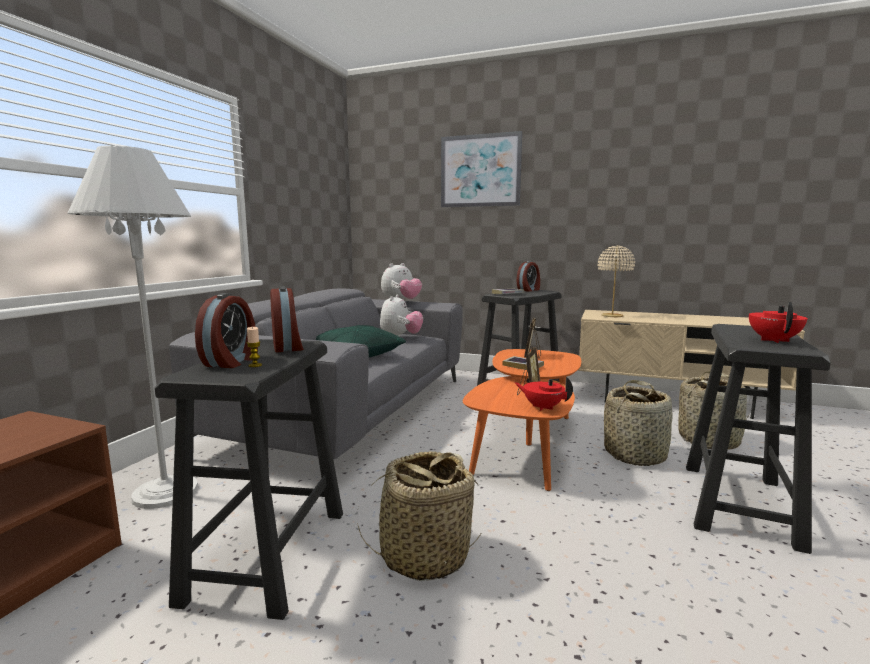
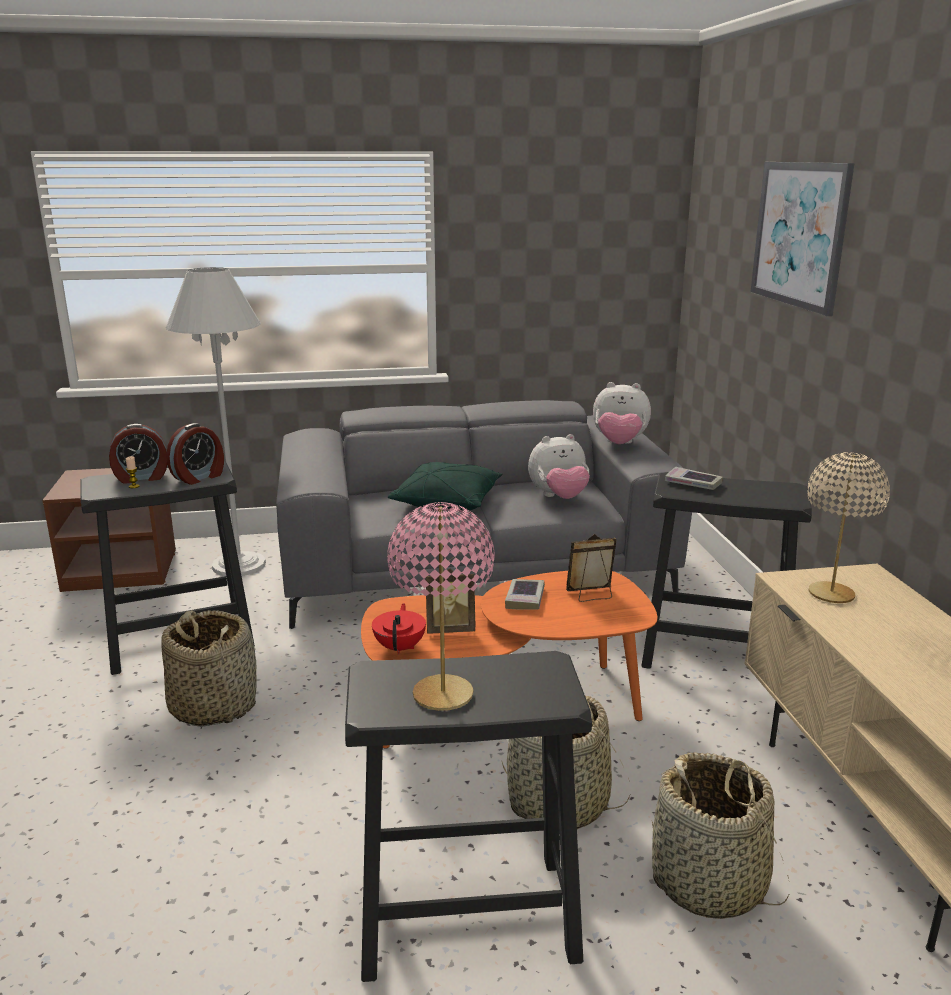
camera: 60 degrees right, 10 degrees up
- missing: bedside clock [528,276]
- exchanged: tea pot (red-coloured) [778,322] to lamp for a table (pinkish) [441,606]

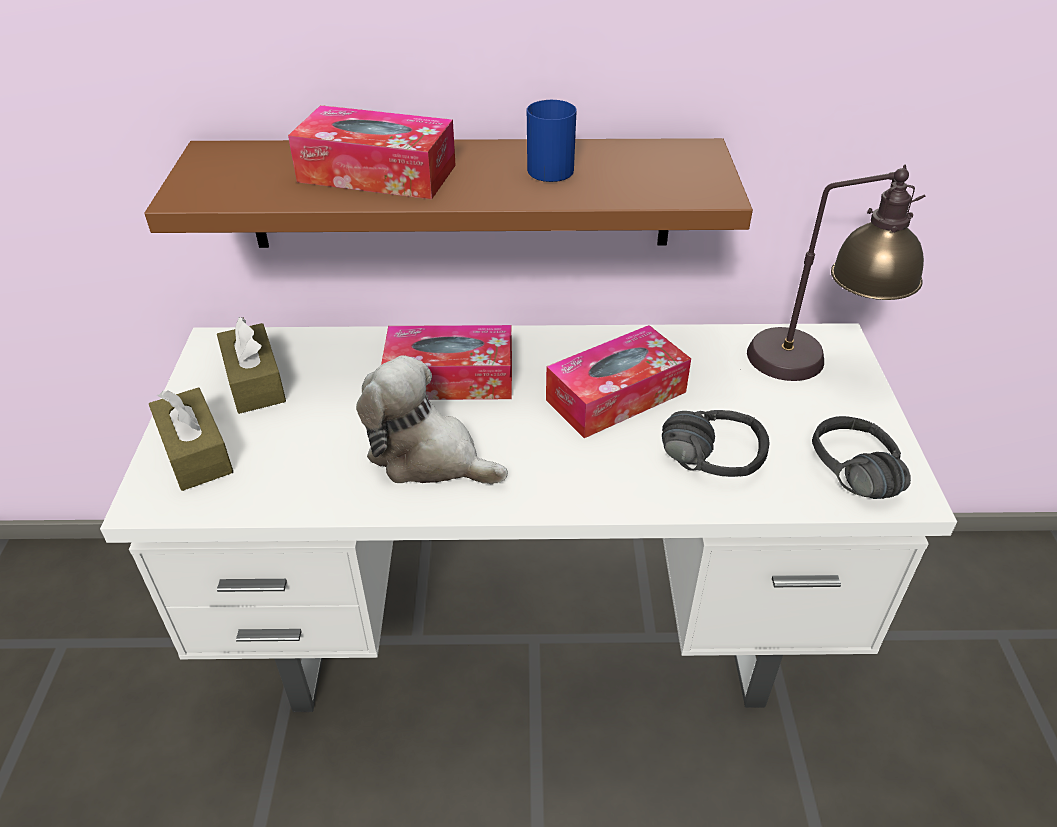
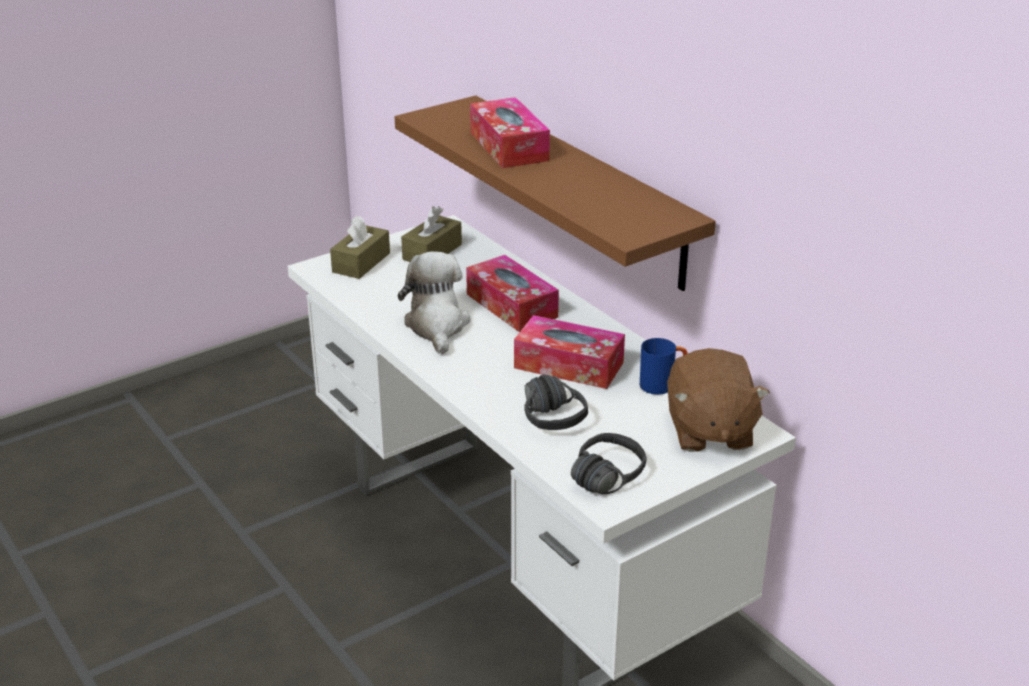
camera: 55 degrees right, 10 degrees down
- relocated: tea mug (bluish) [552,141] to [664,366]
- exchanged: lamp for a table [836,273] to plush toy (brownish) [718,400]

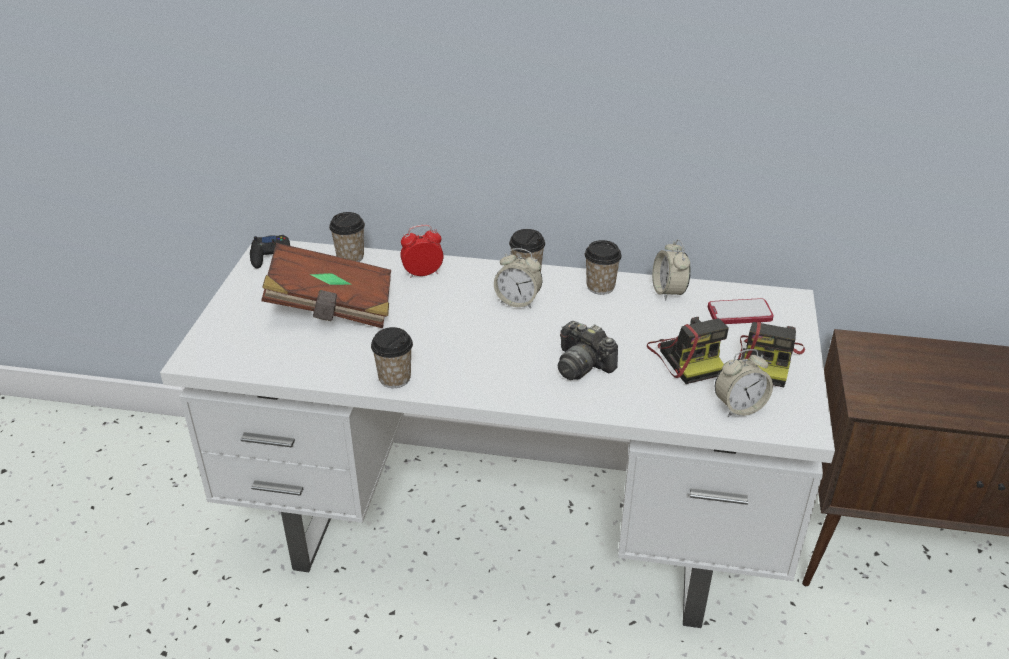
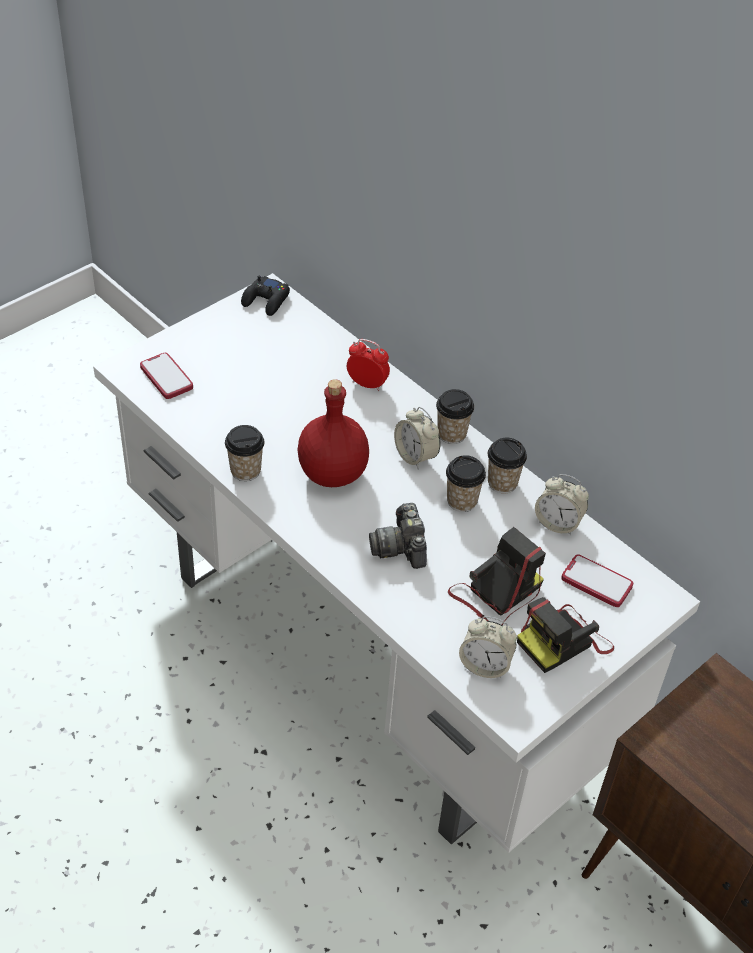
camera: 35 degrees right, 10 degrees up
- missing: volume (brownish) [326,286]
- appeared: phone [166,376]
- appeared: beverage bottle (red-coloured) [333,433]
- relocated: drinking cup [347,237] to [466,483]
- spun: still camera [688,350] = [497,576] 150 degrees counterclockwise
- spun: bedside clock [671,270] = [562,504] 90 degrees counterclockwise

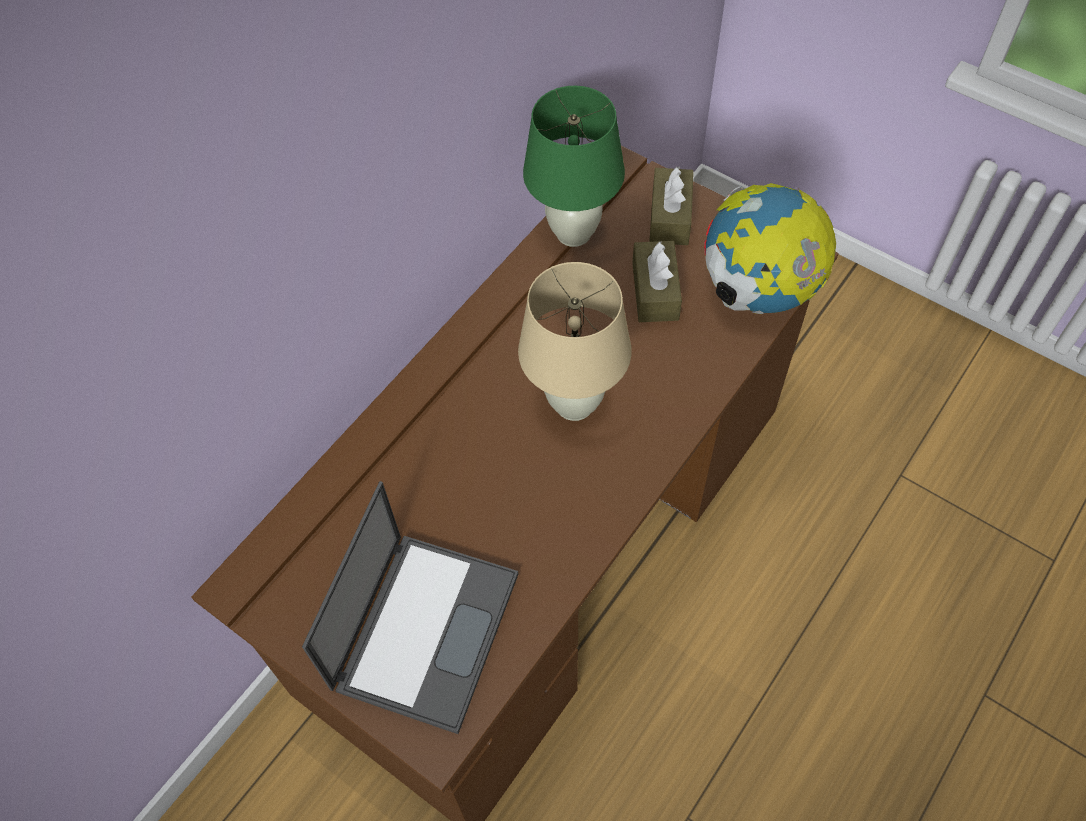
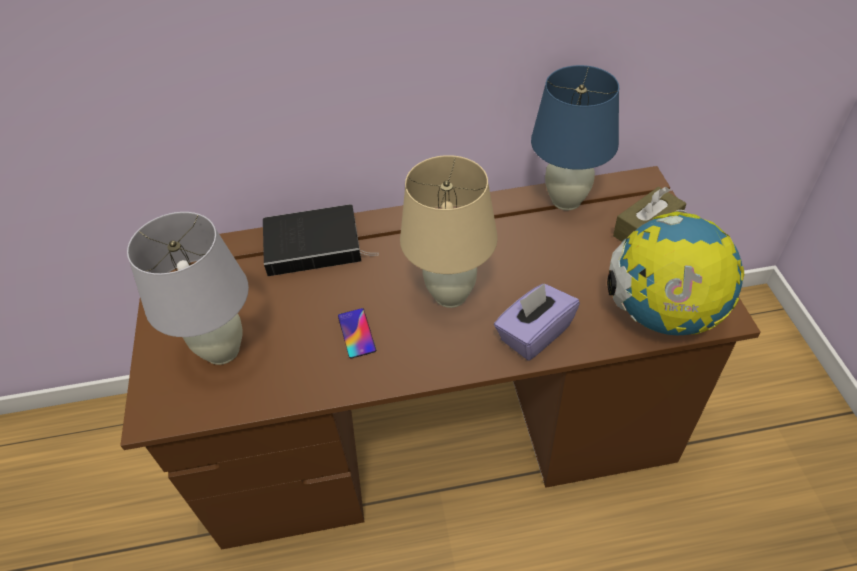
camera: 45 degrees right, 10 degrees down
- missing: tissue holder (brownish) [657,281]
- appeared: volume [321,240]
- appeared: phone [357,333]
- appeared: tissue holder (purple-coloured) [537,322]
- exchanged: notebook computer [410,607] to lamp for a table (white-coloured) [188,288]
- colour: lamp for a table (green) [574,166] to lamp for a table (bluish) [575,137]

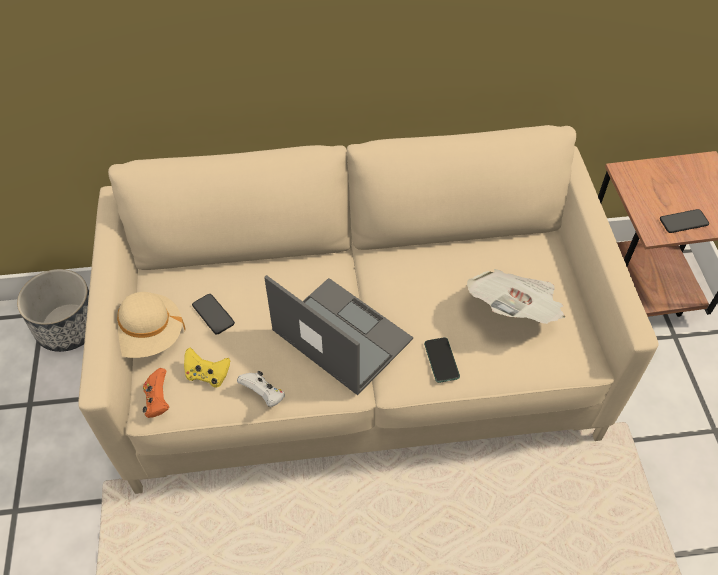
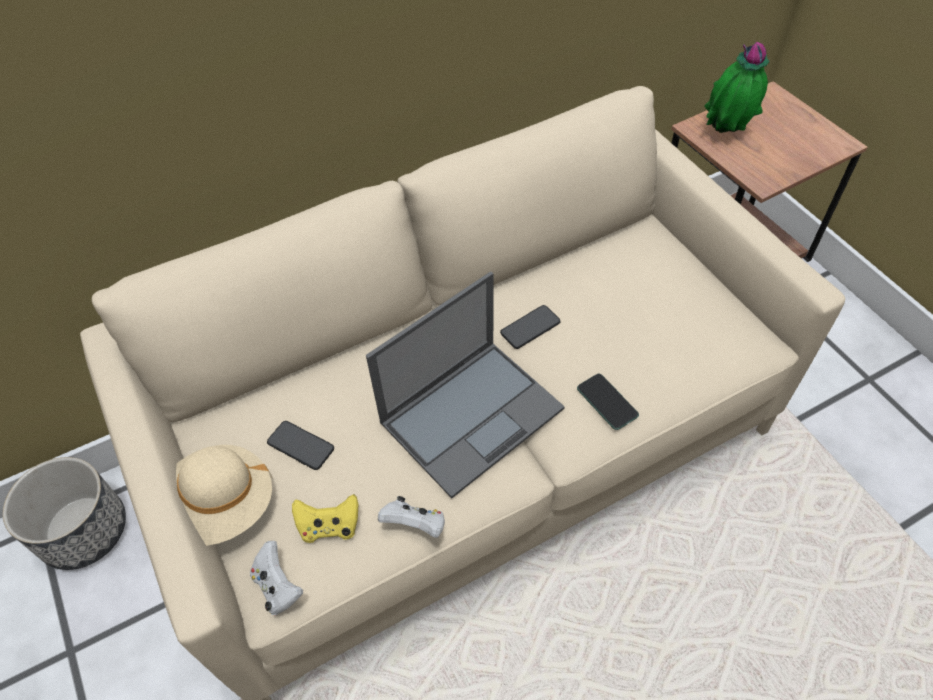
camera: 20 degrees left, 0 degrees up
- missing: newspaper [516,296]
- appeared: potted plant [736,87]
- relocated: phone [684,221] to [530,327]
- colour: gamepad (orangey) [156,393] to gamepad (white-coloured) [276,578]
- spun: notebook computer [338,335] = [465,384] 120 degrees clockwise

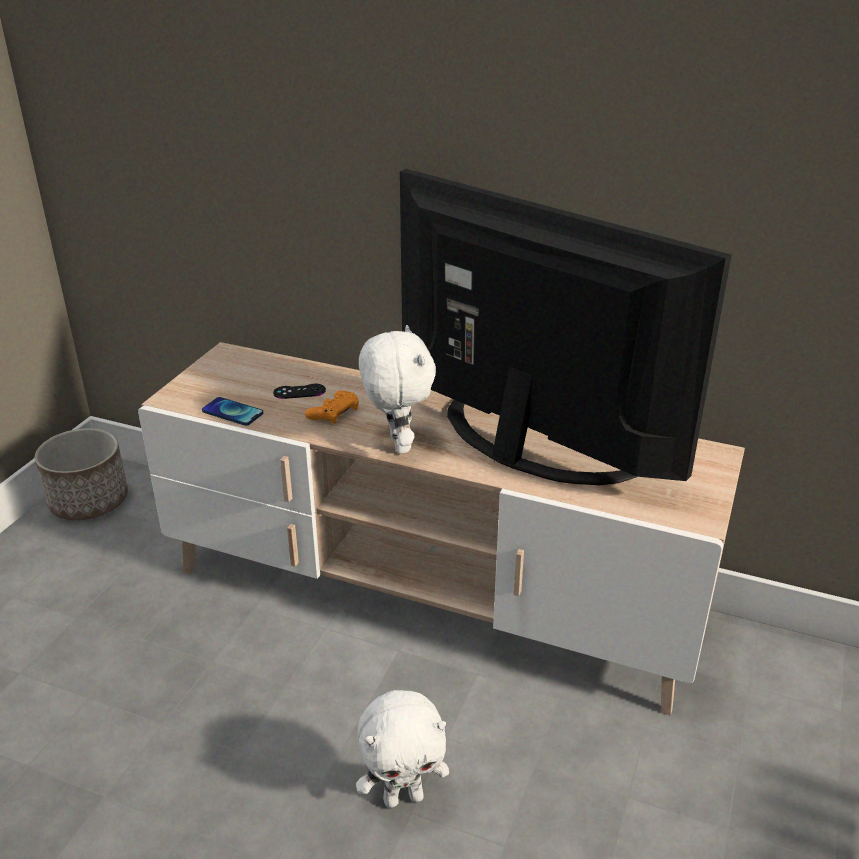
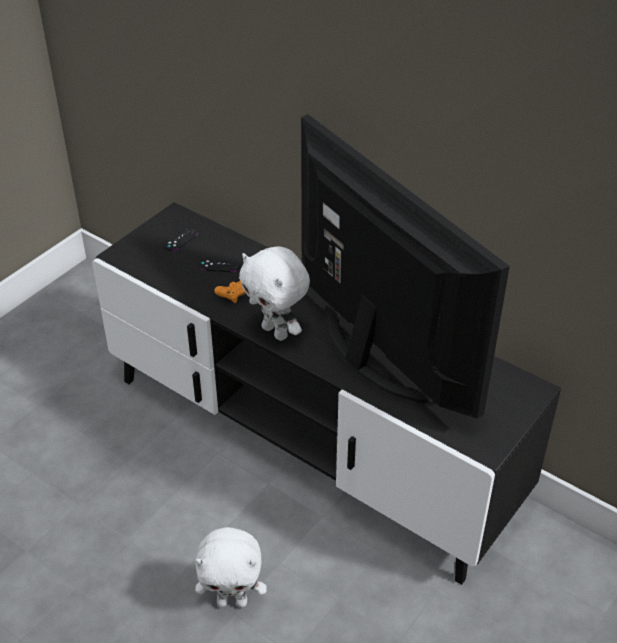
camera: 15 degrees right, 10 degrees up
- missing: plant pot [81,474]
- missing: phone [232,411]
- appeared: gamepad (black) [180,239]
- colour: media console (sand-coloured) [441,529] to media console (black) [326,393]
- spun: plush toy (white-coloured) [397,389] = [274,293] 135 degrees clockwise

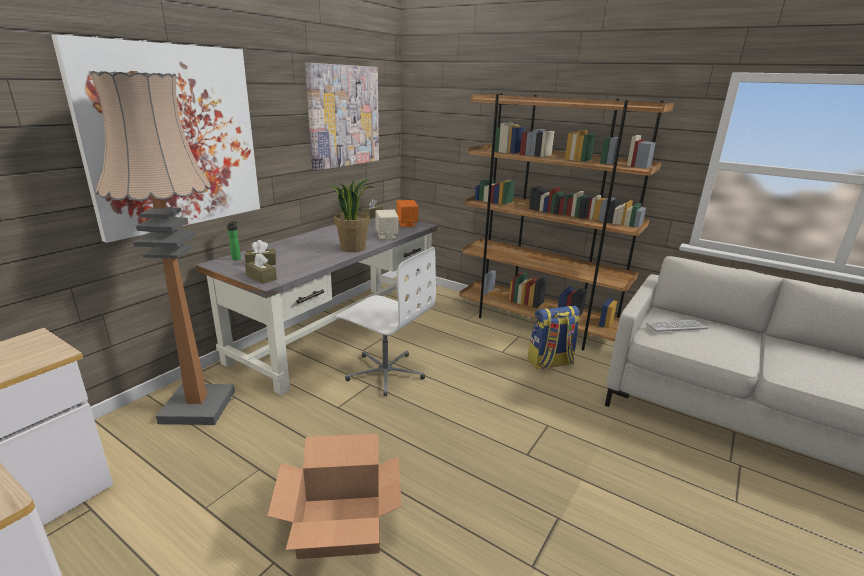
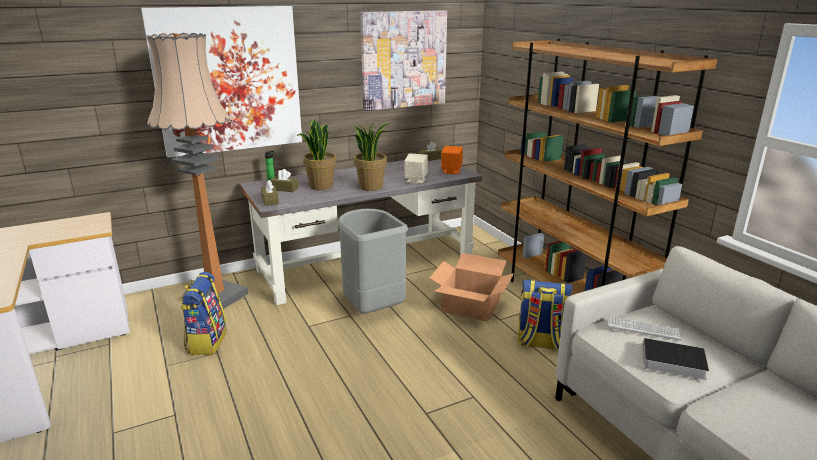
camera: 30 degrees right, 0 degrees up
- appeared: rucksack [203,313]
- appeared: potted plant [316,154]
- appeared: volume [671,359]
- relocated: cardboard box [335,496] to [472,287]
- exchanged: computer chair (white-coloured) [386,321] to trash can (gray) [372,261]

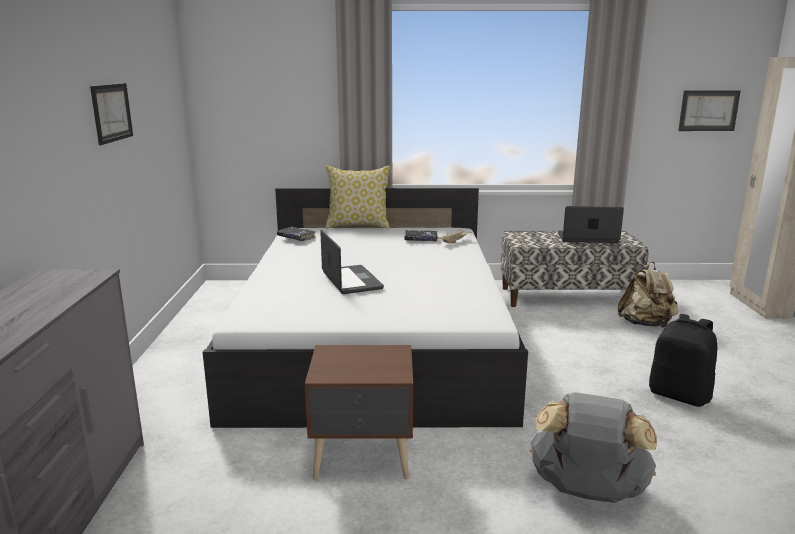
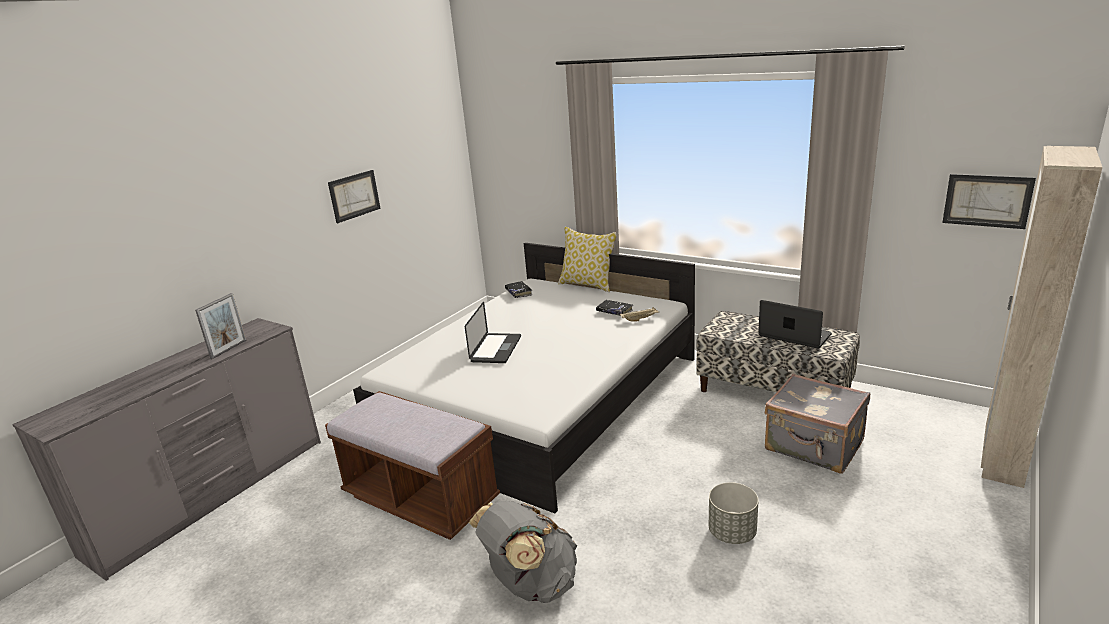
camera: 35 degrees right, 5 degrees up
- appeared: picture frame [220,326]
- exchanged: bedside table (brownish) [359,412] to bench (brownish) [412,465]
- exchanged: rucksack (sand-coloured) [648,295] to travel case (gray) [817,424]
- exchanged: rucksack (black) [683,360] to plant pot (gray) [734,513]

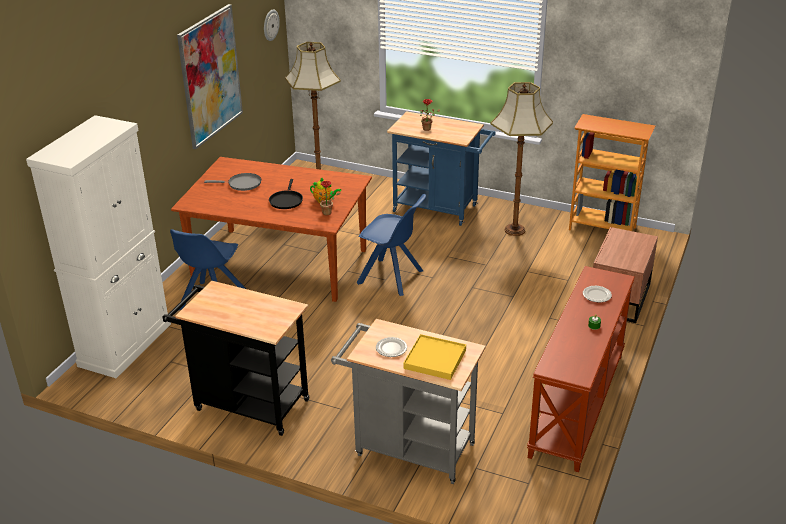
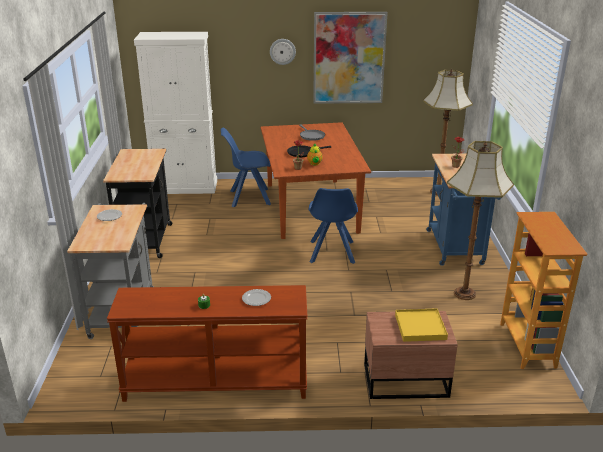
camera: 65 degrees right, 5 degrees down
- relocated: hanging clock [272,25] to [283,52]
- relocated: tray (yellow-coloured) [434,357] to [421,325]

